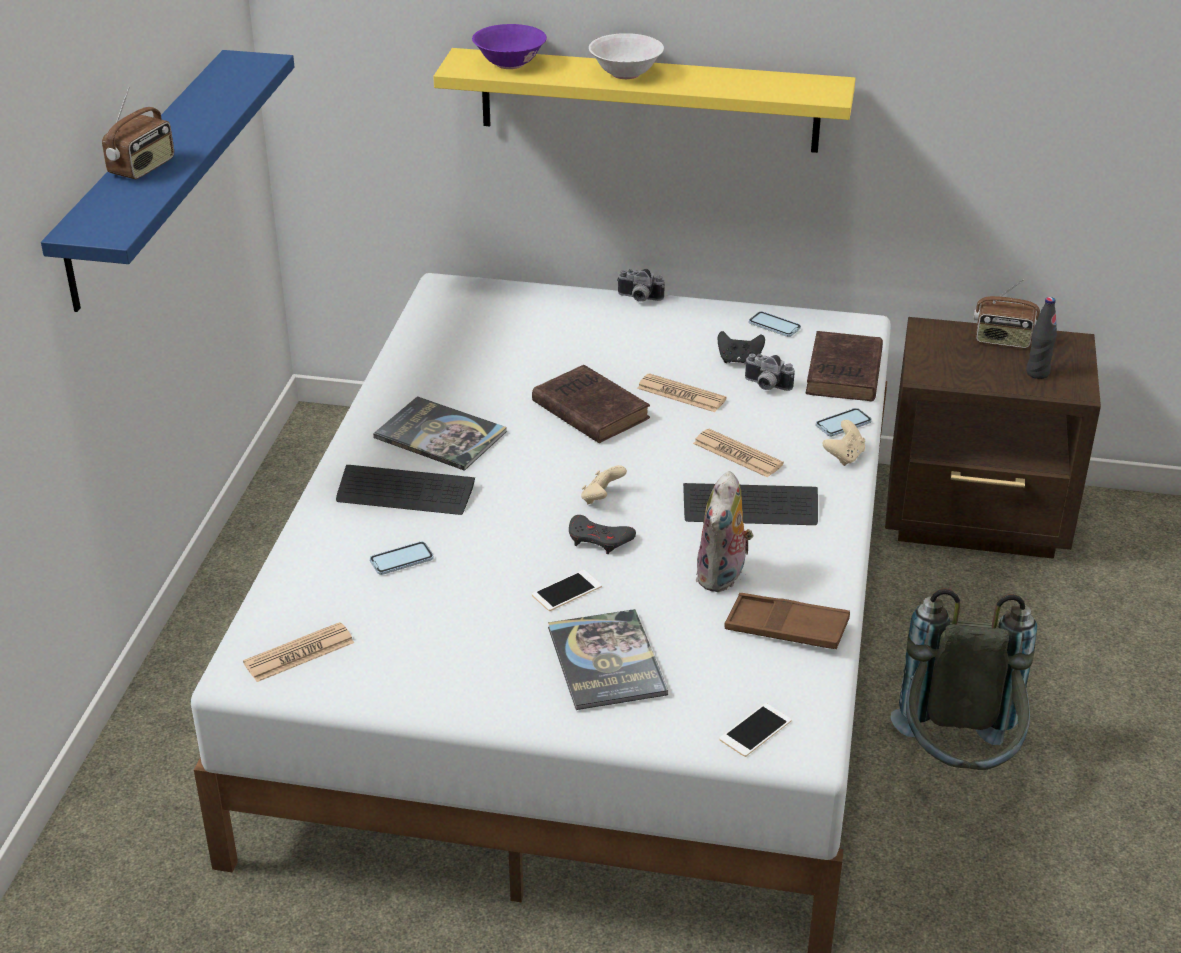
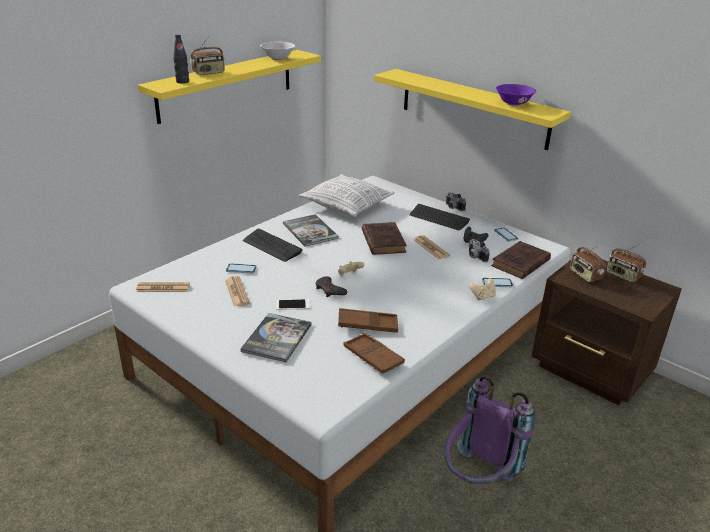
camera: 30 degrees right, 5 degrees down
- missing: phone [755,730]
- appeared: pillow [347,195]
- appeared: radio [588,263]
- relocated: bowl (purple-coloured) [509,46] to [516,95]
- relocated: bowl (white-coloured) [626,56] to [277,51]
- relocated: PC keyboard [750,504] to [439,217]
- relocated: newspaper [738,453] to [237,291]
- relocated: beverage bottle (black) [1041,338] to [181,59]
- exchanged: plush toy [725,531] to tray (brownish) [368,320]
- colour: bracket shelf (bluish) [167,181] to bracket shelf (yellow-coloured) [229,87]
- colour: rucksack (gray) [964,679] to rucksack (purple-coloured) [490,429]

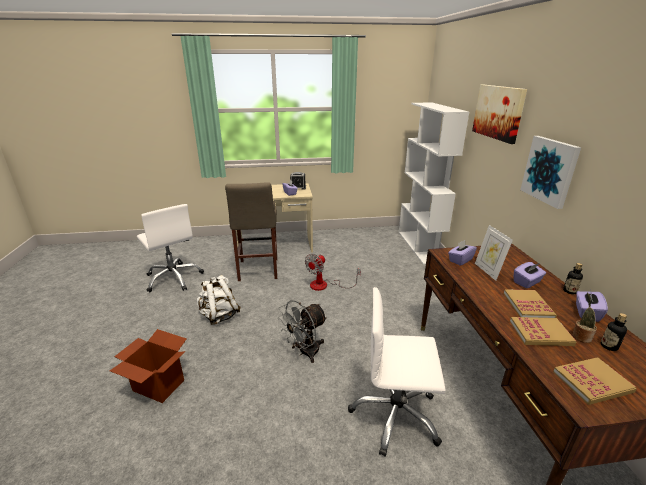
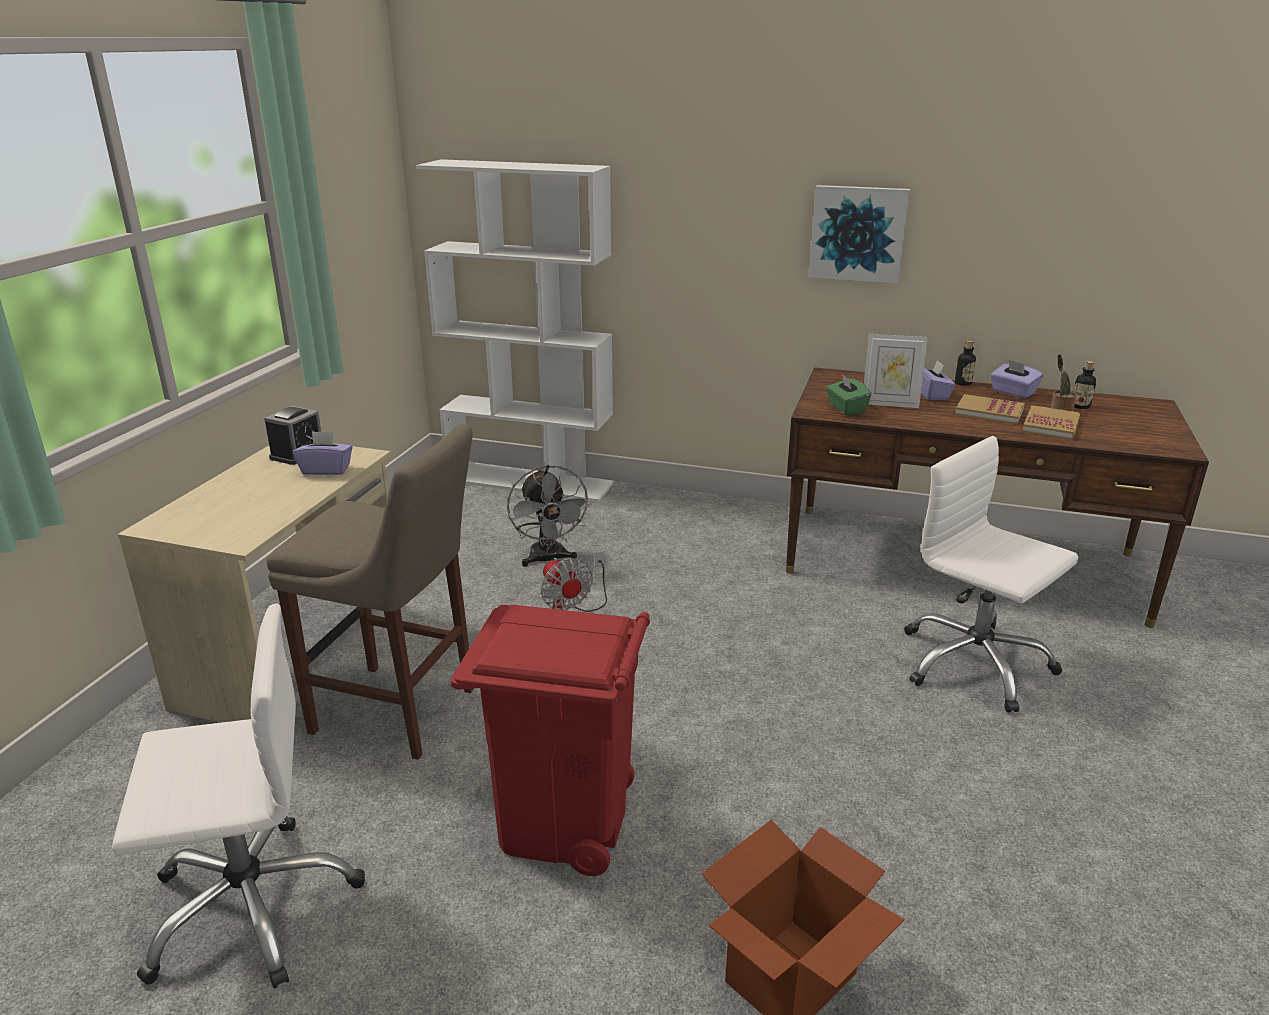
camera: 65 degrees left, 0 degrees up
- missing: wall art [499,114]
- missing: volume [595,381]
- relocated: cooling fan (gray) [302,331] to [549,516]
- exchanged: rucksack (white-coloured) [218,300] to trash can (red-coloured) [550,740]
- colour: tissue holder (purple-coloured) [462,253] to tissue holder (green) [848,394]
- spun: computer chair (white-coloured) [397,372] = [991,574] 105 degrees clockwise

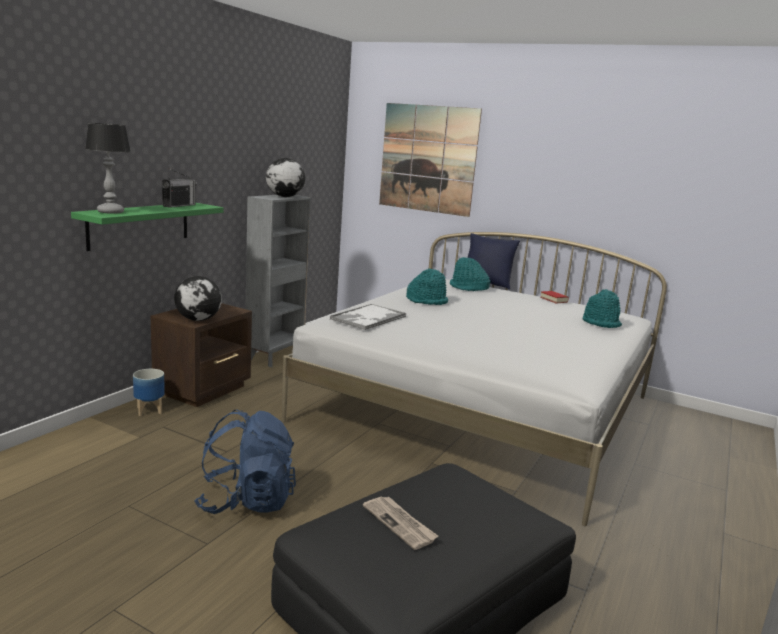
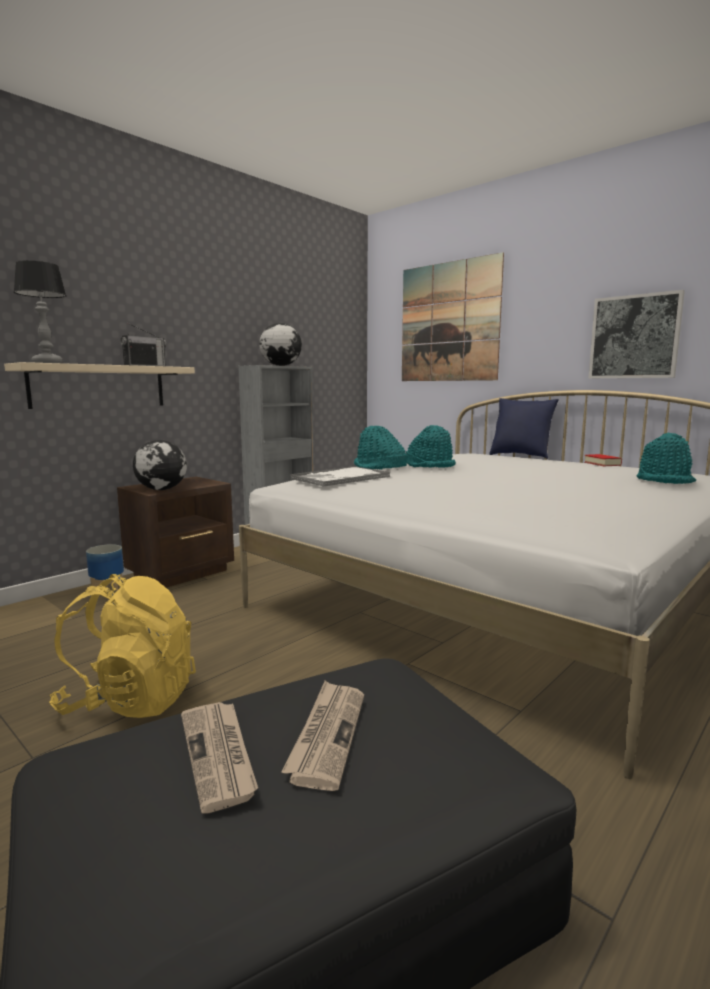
camera: 15 degrees right, 5 degrees down
- appeared: newspaper [322,736]
- appeared: wall art [637,334]
- relocated: clothing hat (blue-green) [470,274] to [380,447]
- colour: bracket shelf (green) [147,227] to bracket shelf (sand-coloured) [99,385]
- colour: rucksack (bluish) [245,461] to rucksack (yellow-coloured) [122,646]

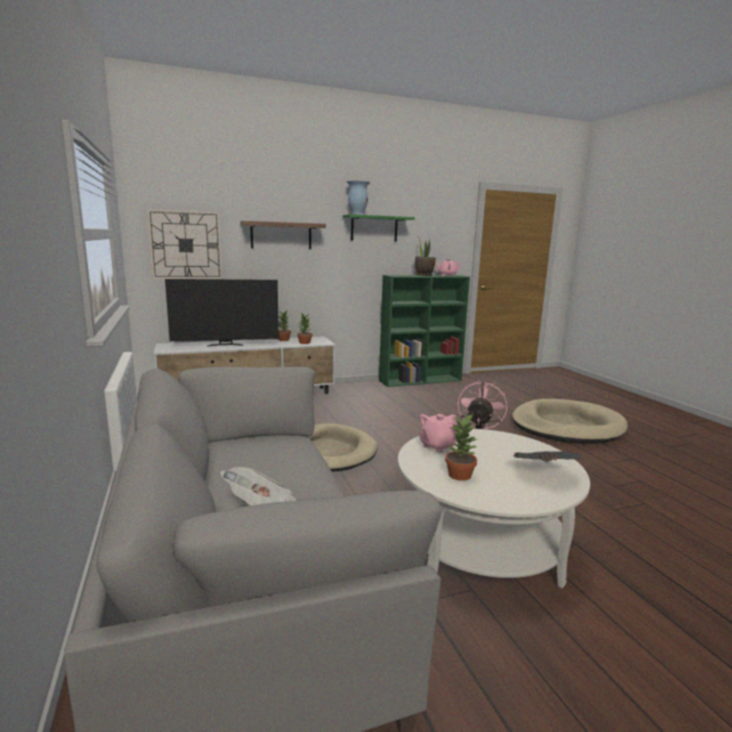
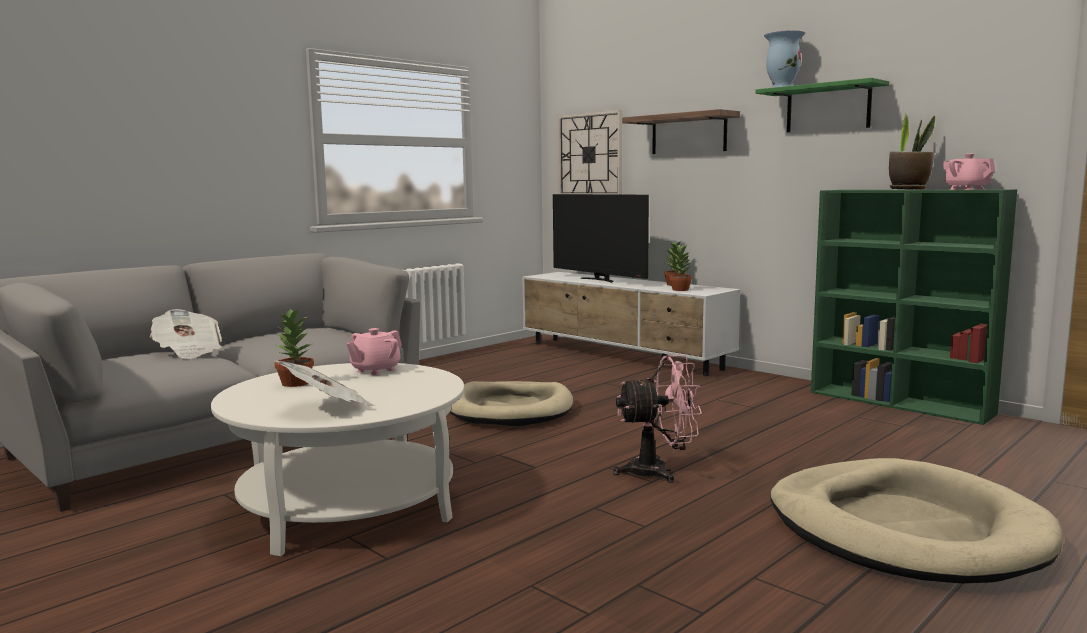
camera: 65 degrees right, 5 degrees down
- spun: tea pot (pinkish) [439,433] = [374,351] 75 degrees counterclockwise

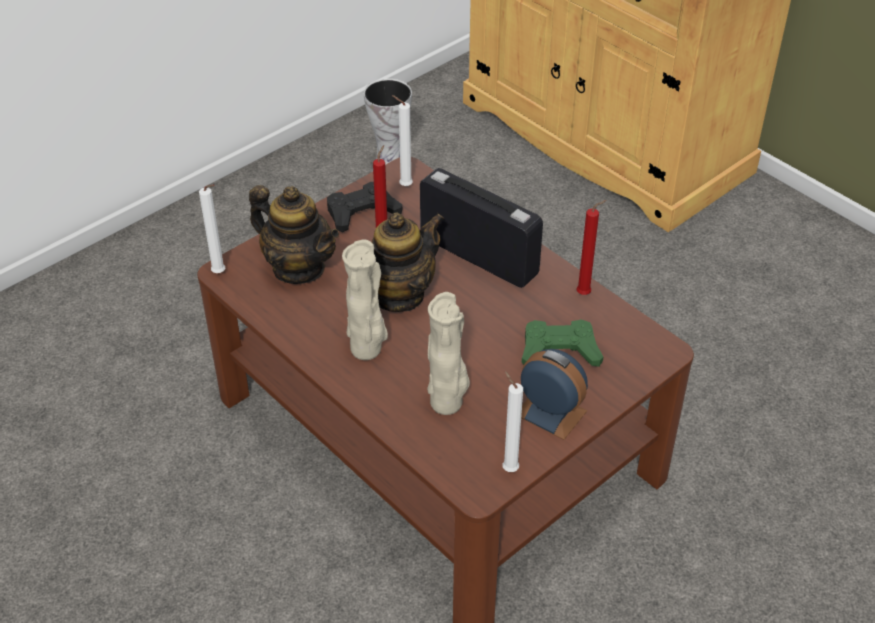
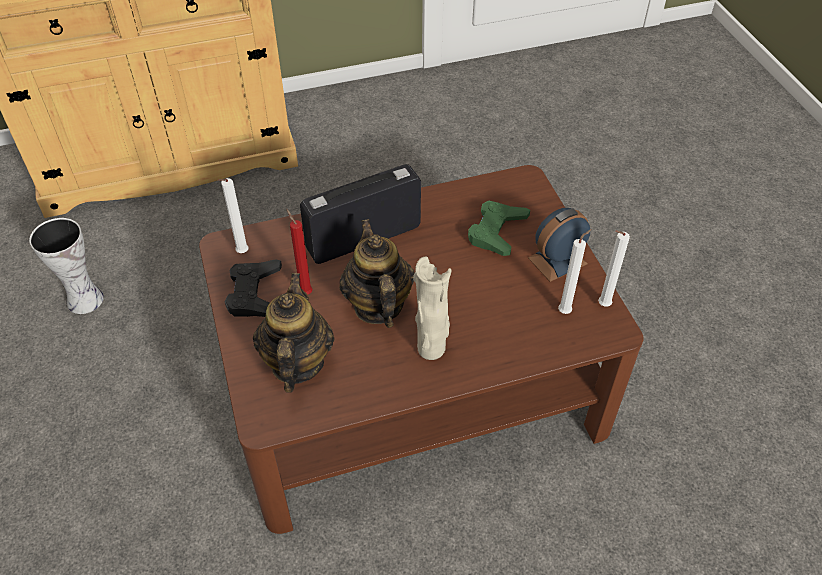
camera: 65 degrees left, 5 degrees up
- missing: vase (sand-coloured) [448,353]
- missing: candle (red-coloured) [592,247]
- relocated: candle (white-coloured) [212,229] to [575,271]
- spun: tea pot [294,234] = [294,333] 60 degrees counterclockwise

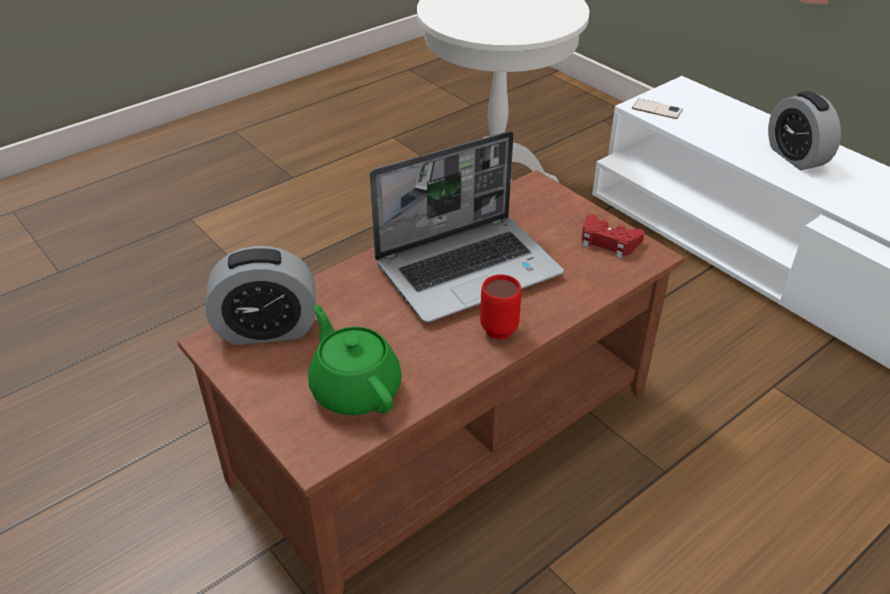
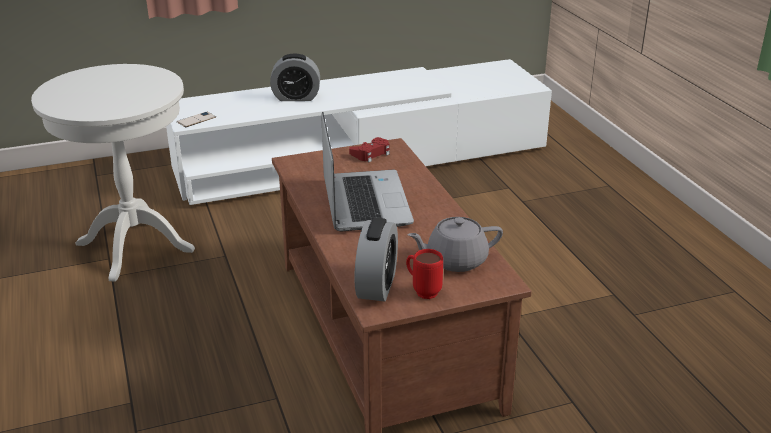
camera: 70 degrees left, 10 degrees down
- relocated: tea mug (red-coloured) [500,307] to [424,274]
- colour: tea pot (green) [355,360] to tea pot (gray) [455,244]

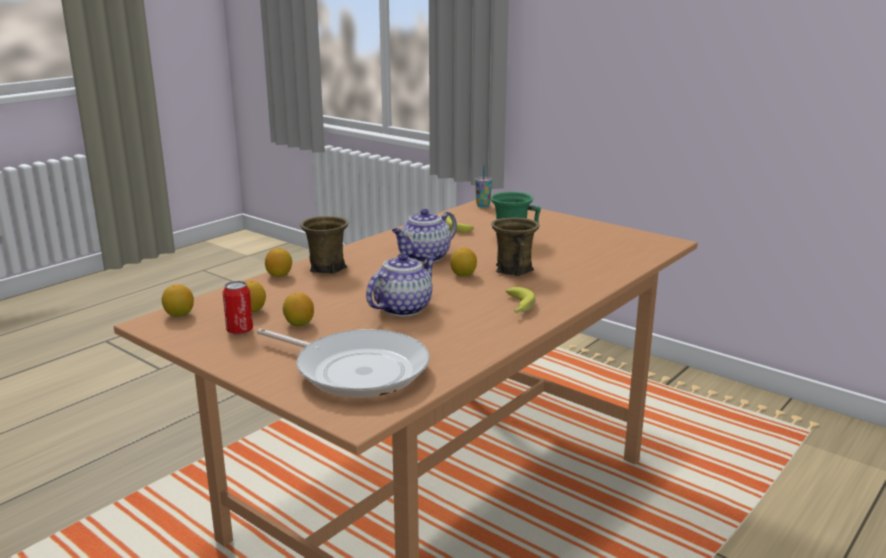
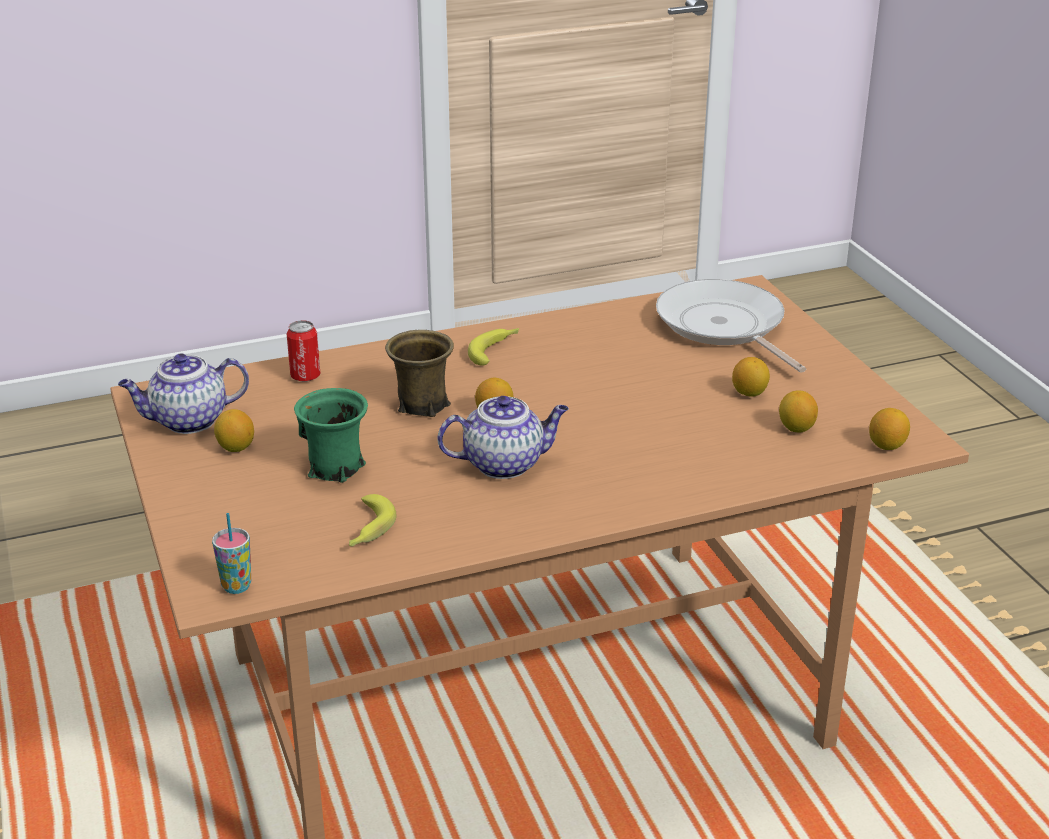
camera: 150 degrees left, 10 degrees up
- missing: tea mug (brownish) [324,245]
- relocated: metal can [238,308] to [303,351]
- relocated: whole lemon [278,262] to [234,430]
- relocated: tea pot [401,285] to [183,393]

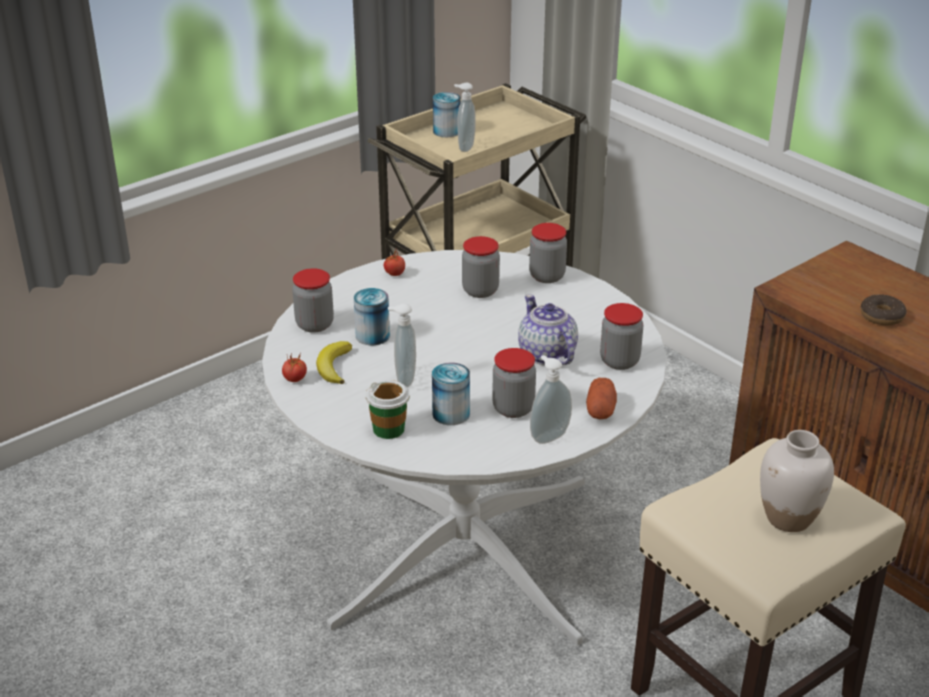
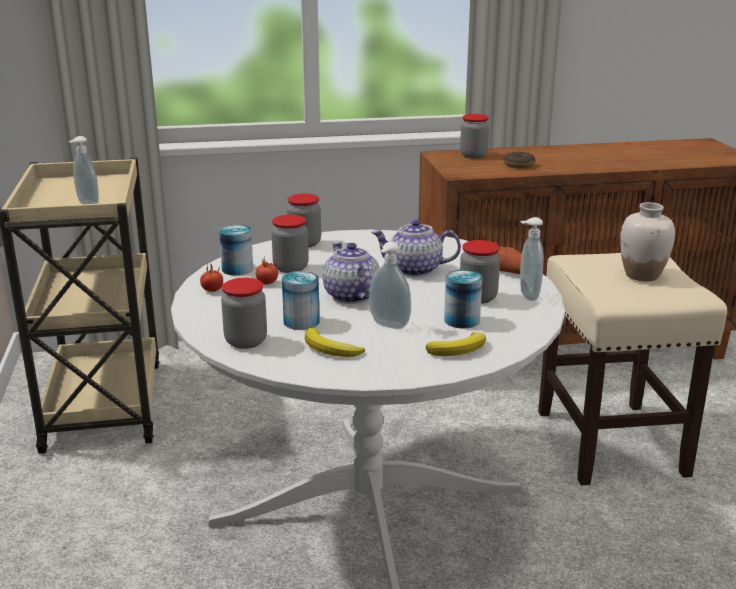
camera: 60 degrees left, 10 degrees down
- appeared: tea pot [351,273]
- relocated: fresh tomato [294,367] to [267,271]
- relocated: metal can [447,114] to [236,250]
- relocated: storage jar [621,336] to [474,136]
- exchanged: drinking cup [388,409] to whole banana [456,344]

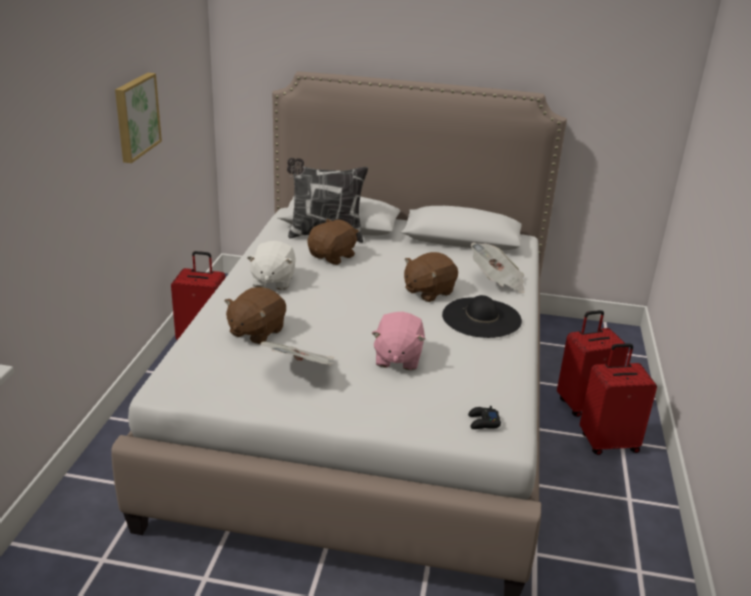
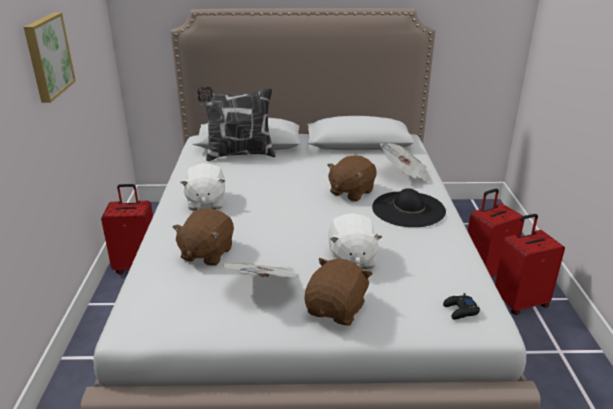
camera: 10 degrees left, 0 degrees up
- relocated: plush toy (brownish) [333,242] to [338,292]
- colour: plush toy (pinkish) [399,341] to plush toy (white-coloured) [355,241]

